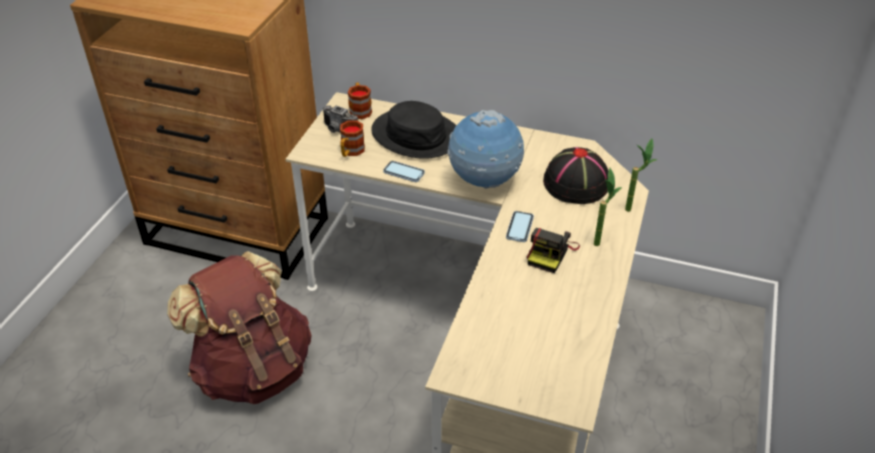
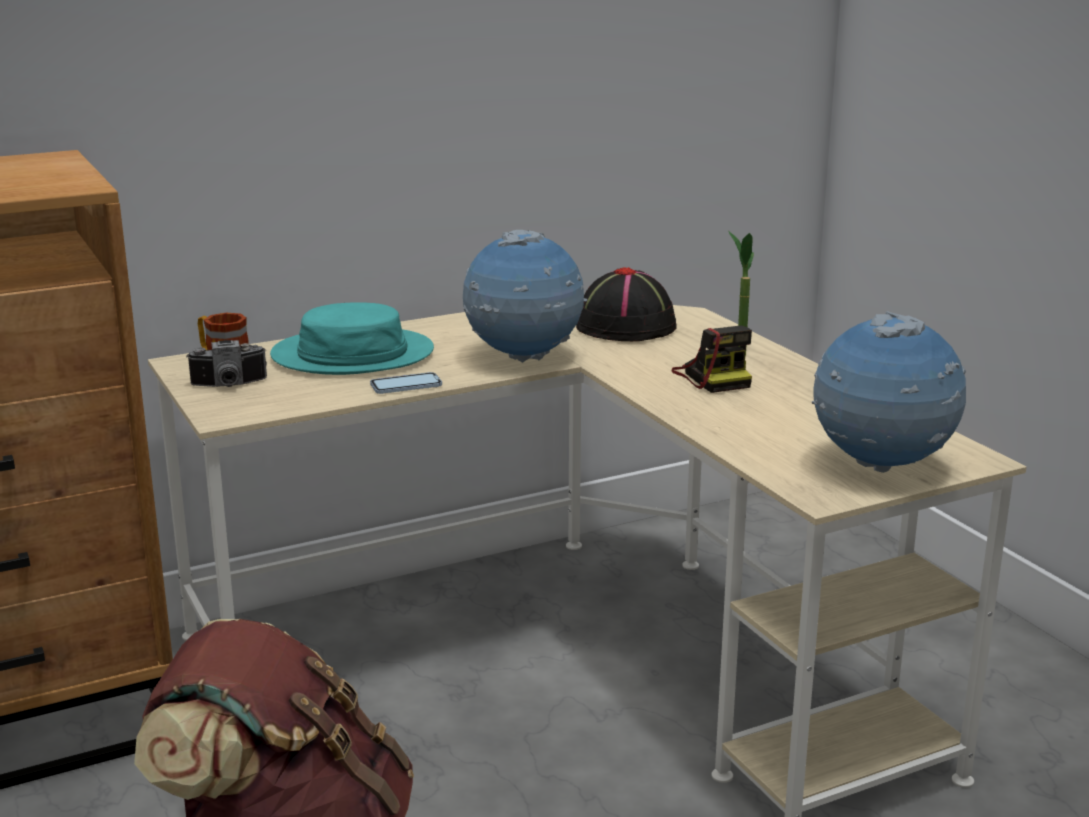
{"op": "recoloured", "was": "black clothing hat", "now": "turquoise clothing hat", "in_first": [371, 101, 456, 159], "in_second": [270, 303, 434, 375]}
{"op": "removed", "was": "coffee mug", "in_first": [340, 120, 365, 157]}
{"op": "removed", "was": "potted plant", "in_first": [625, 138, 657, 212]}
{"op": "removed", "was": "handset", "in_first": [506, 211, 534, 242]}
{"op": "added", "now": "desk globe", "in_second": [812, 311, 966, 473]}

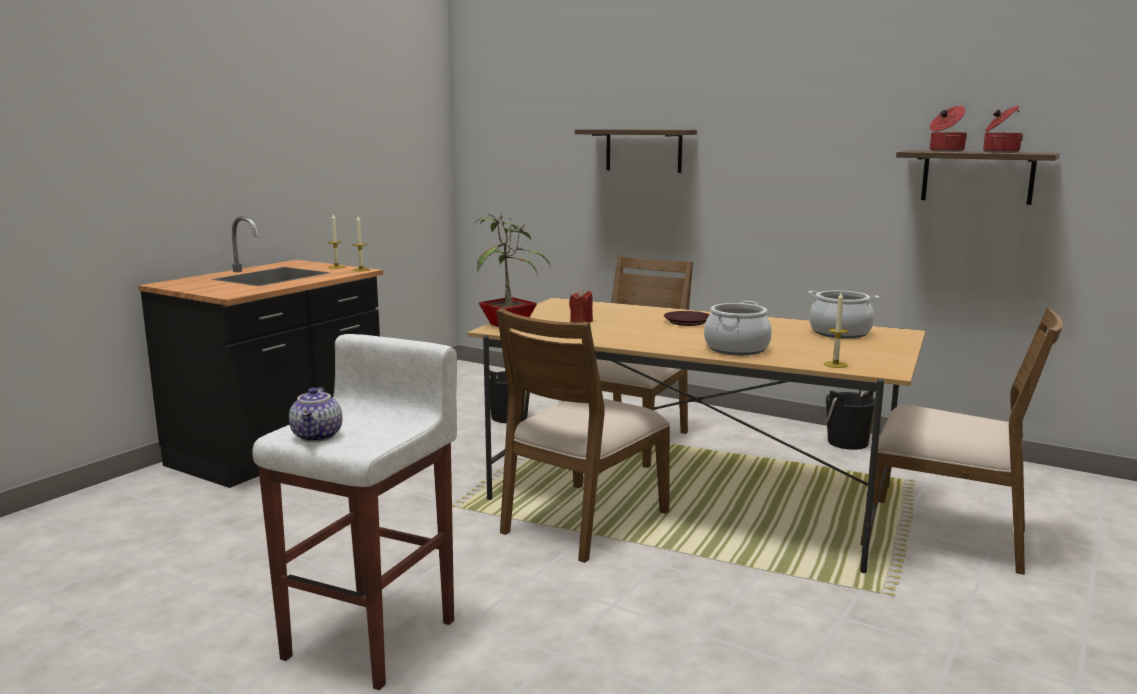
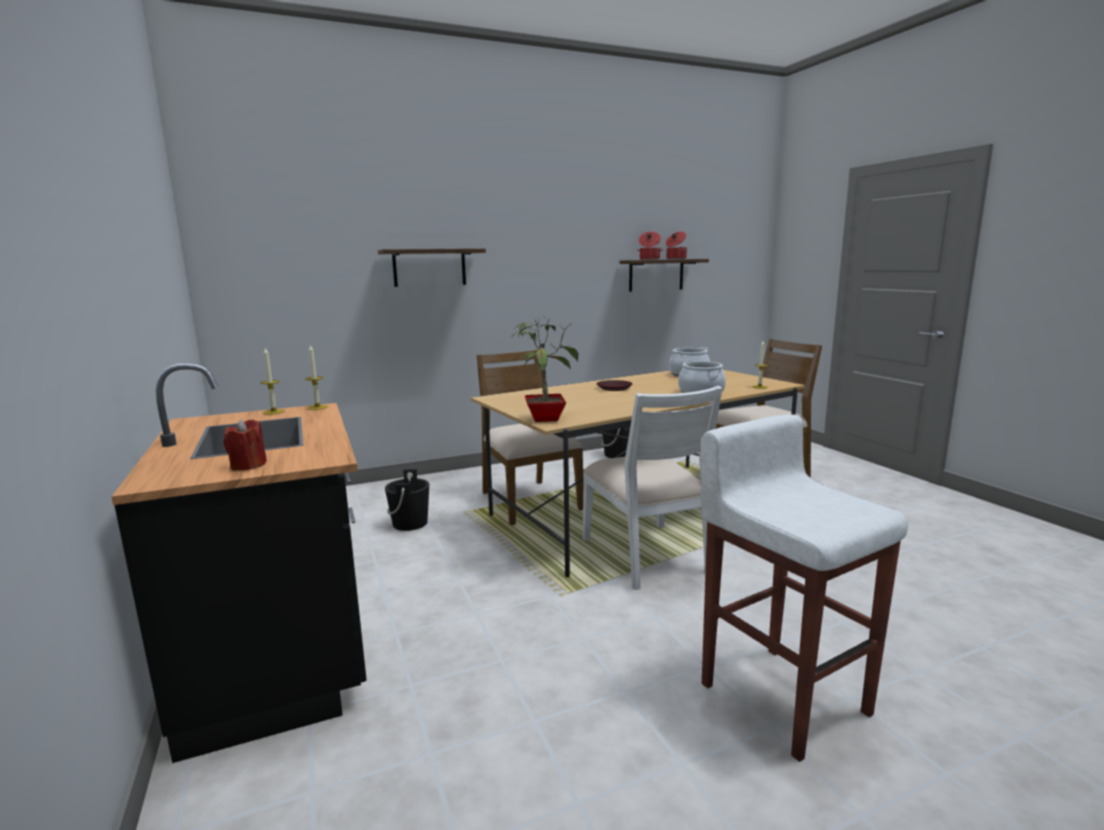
{"op": "moved", "was": "red-coloured wax light", "in_first": [569, 289, 593, 322], "in_second": [224, 419, 267, 471]}
{"op": "recoloured", "was": "brownish plain chair", "now": "whitish plain chair", "in_first": [496, 308, 670, 563], "in_second": [583, 386, 722, 590]}
{"op": "removed", "was": "tea pot", "in_first": [289, 387, 342, 442]}

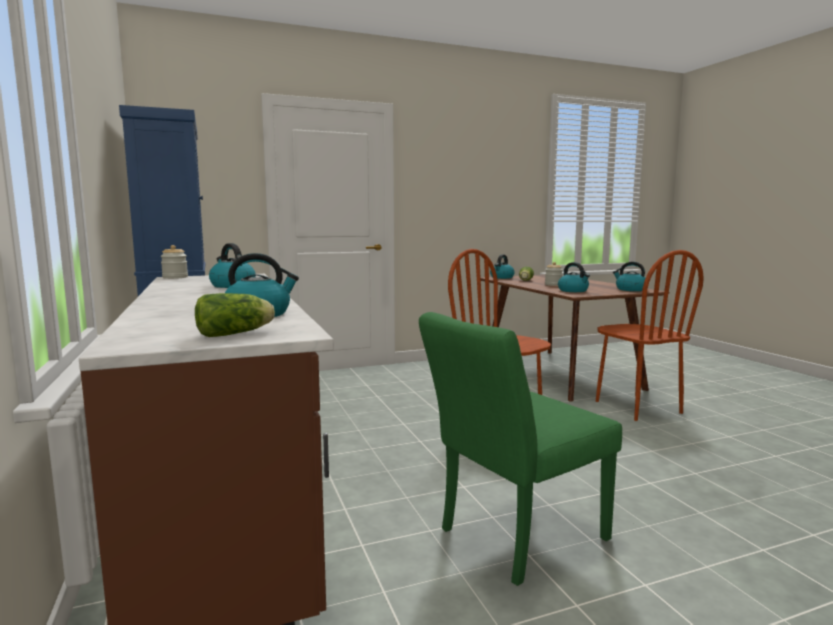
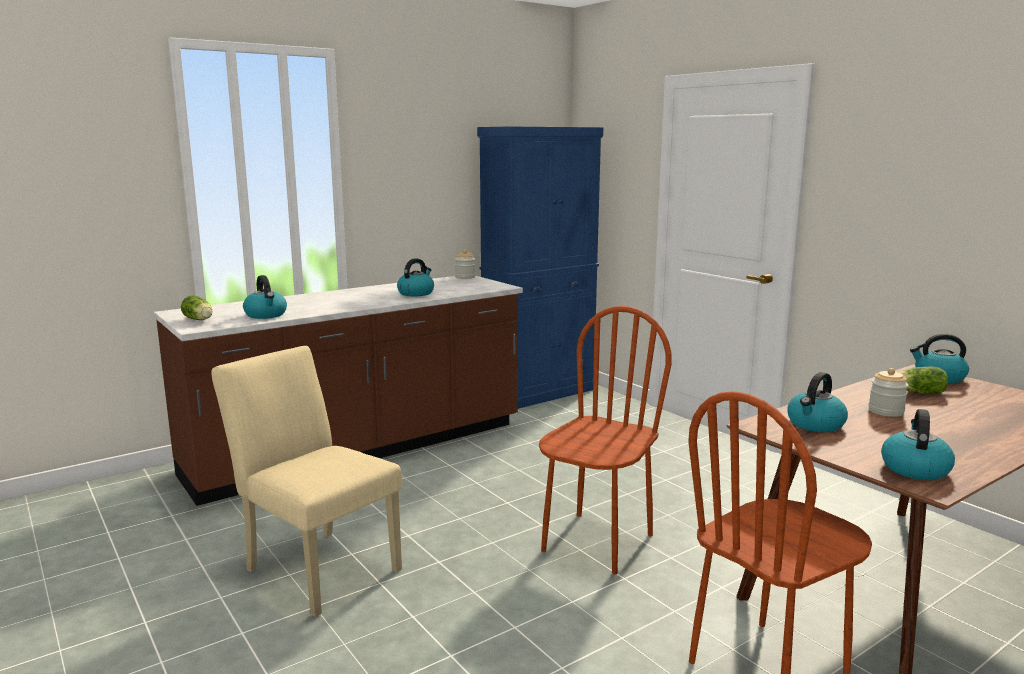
{"op": "recoloured", "was": "greenish plain chair", "now": "beige-coloured plain chair", "in_first": [419, 312, 622, 586], "in_second": [211, 346, 402, 617]}

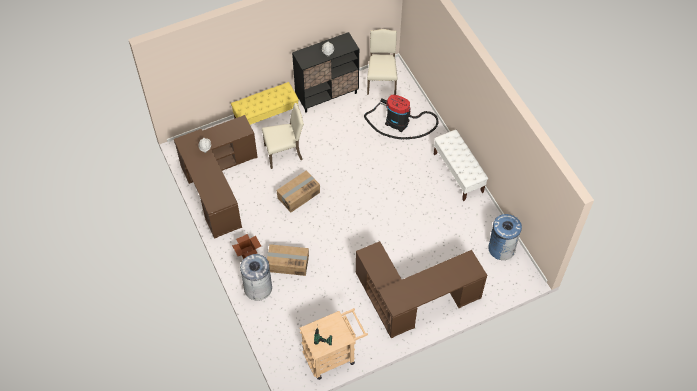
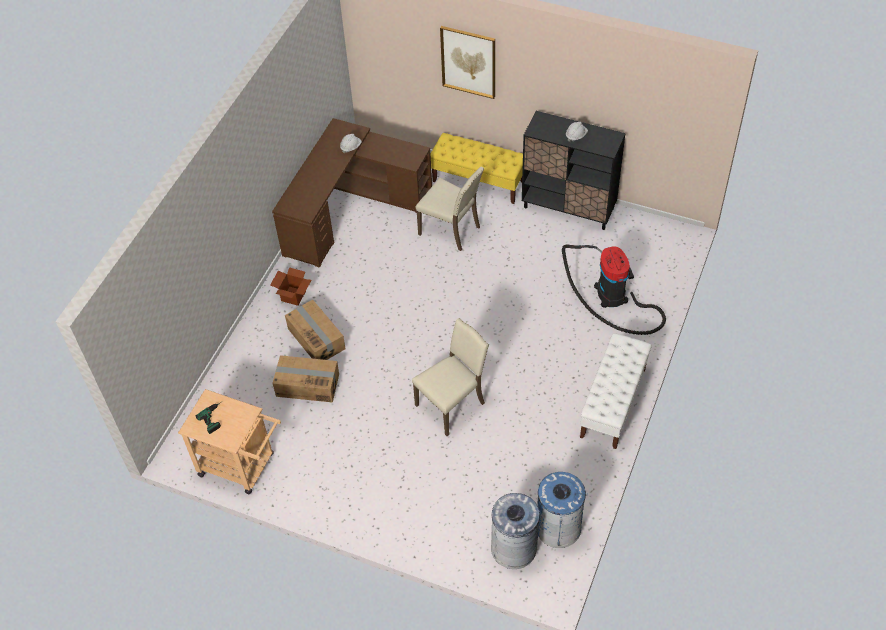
{"op": "moved", "was": "beige-coloured plain chair", "in_first": [367, 29, 397, 95], "in_second": [412, 318, 489, 436]}
{"op": "moved", "was": "packing box", "in_first": [276, 170, 320, 213], "in_second": [272, 355, 339, 403]}
{"op": "removed", "was": "brownish desk table", "in_first": [356, 241, 487, 338]}
{"op": "moved", "was": "grey trash can", "in_first": [240, 254, 272, 301], "in_second": [491, 493, 540, 569]}
{"op": "added", "now": "wall art", "in_second": [440, 26, 495, 99]}

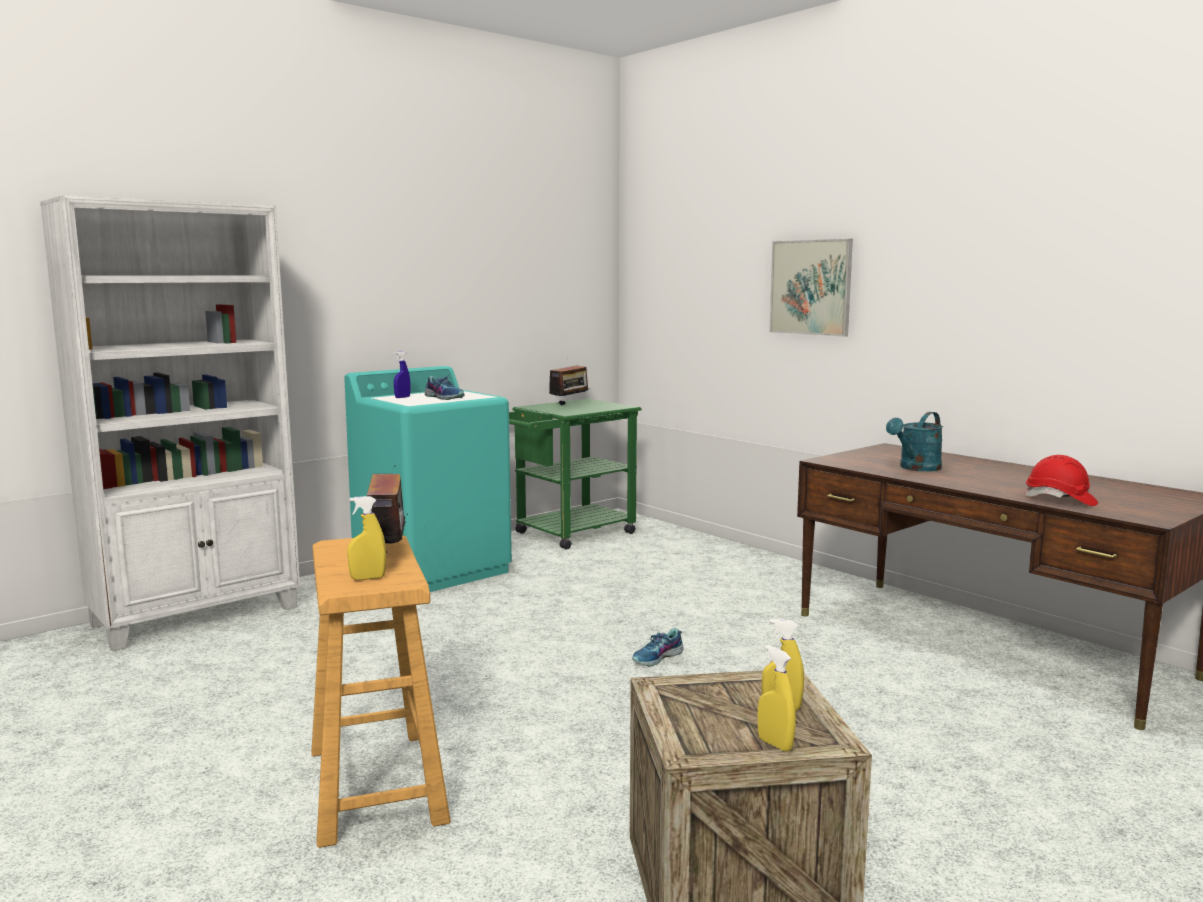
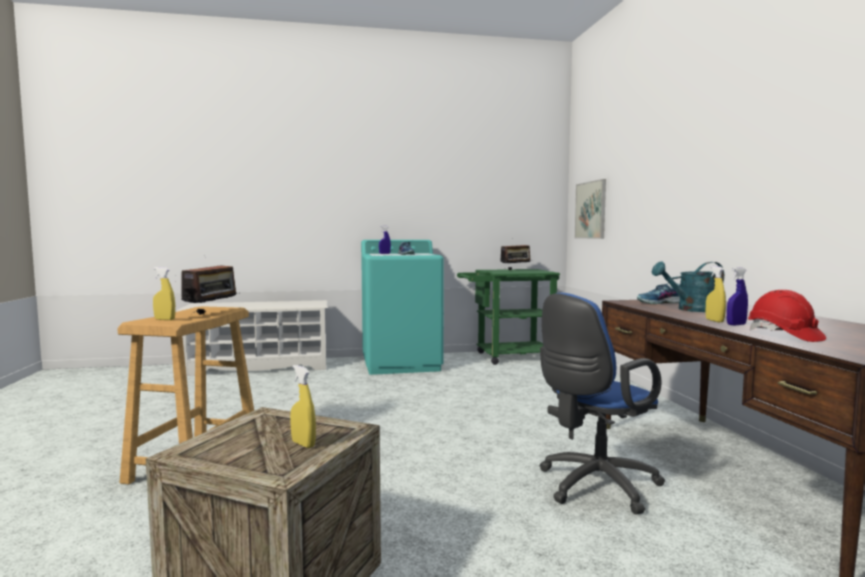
{"op": "replaced", "was": "whitish bookshelf", "now": "whitish shoe stand", "in_first": [40, 195, 300, 651], "in_second": [176, 300, 329, 376]}
{"op": "moved", "was": "wall art", "in_first": [769, 239, 853, 337], "in_second": [575, 179, 606, 239]}
{"op": "moved", "was": "shoe", "in_first": [632, 628, 683, 667], "in_second": [637, 283, 680, 304]}
{"op": "moved", "was": "yellowish hand sprayer", "in_first": [758, 645, 796, 752], "in_second": [706, 266, 726, 322]}
{"op": "added", "now": "blue-coloured hand sprayer", "in_second": [727, 268, 748, 325]}
{"op": "added", "now": "blue-coloured desk chair", "in_second": [539, 293, 665, 515]}

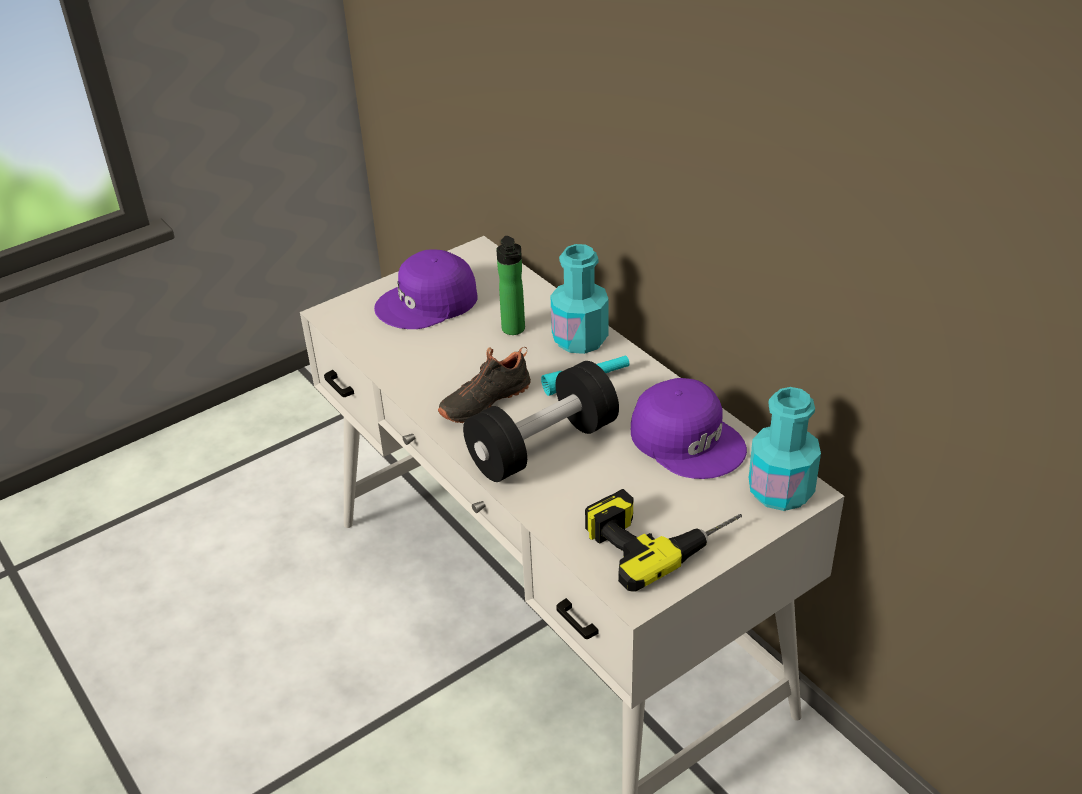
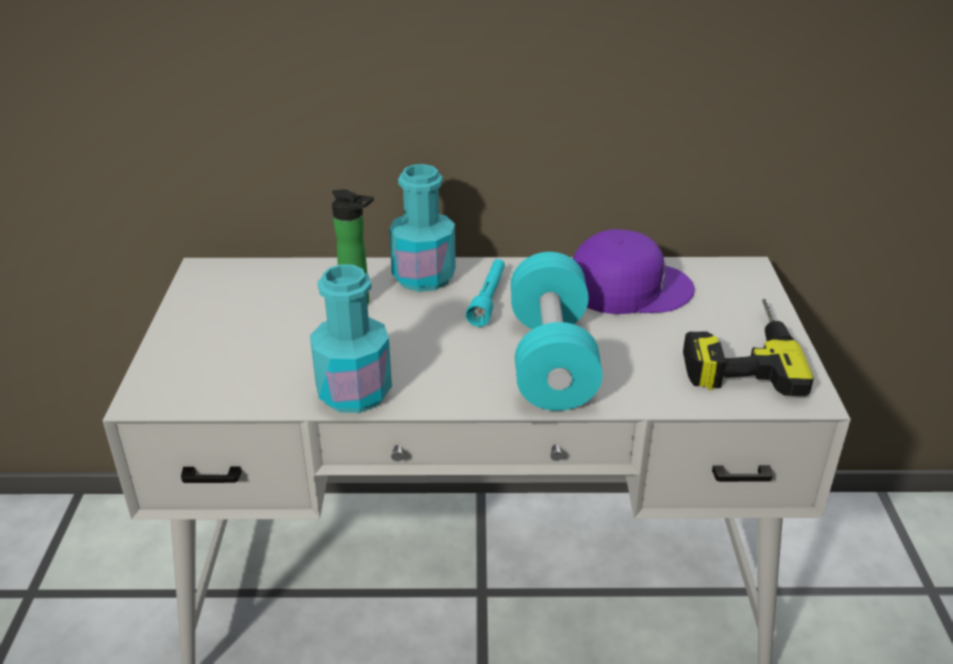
{"op": "removed", "was": "purple-coloured baseball cap", "in_first": [374, 249, 478, 329]}
{"op": "removed", "was": "black shoe", "in_first": [438, 347, 531, 423]}
{"op": "recoloured", "was": "black hand weight", "now": "turquoise hand weight", "in_first": [463, 361, 619, 482], "in_second": [511, 252, 602, 411]}
{"op": "moved", "was": "turquoise beverage bottle", "in_first": [749, 387, 821, 511], "in_second": [310, 264, 392, 413]}

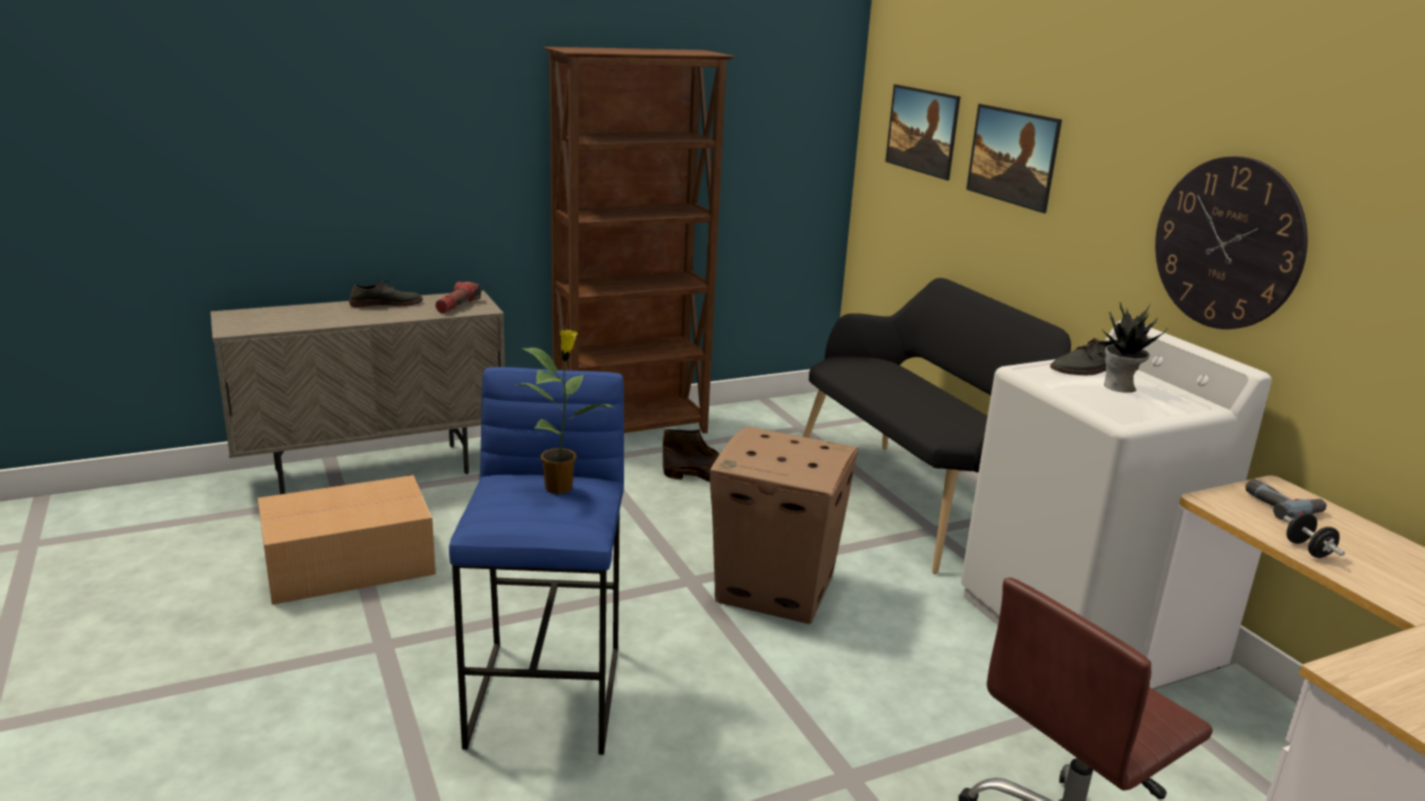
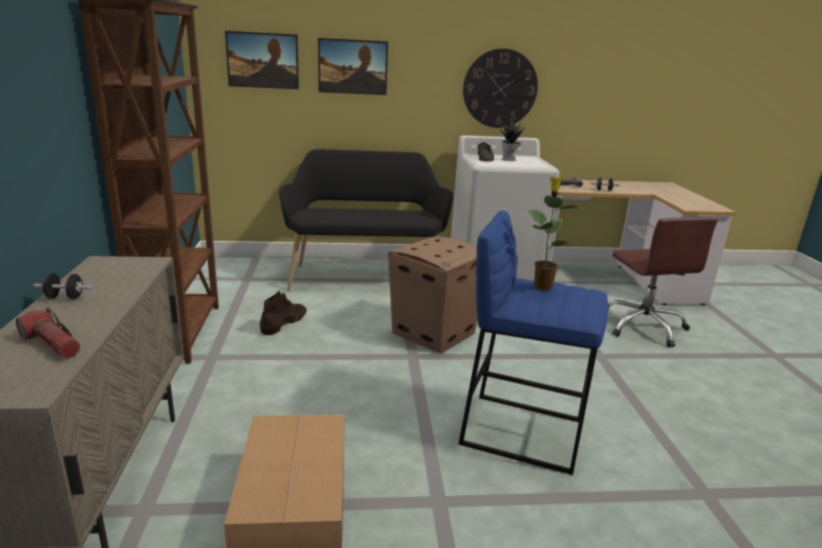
{"op": "replaced", "was": "grey shoe", "now": "black hand weight", "in_first": [349, 281, 423, 308], "in_second": [33, 273, 92, 300]}
{"op": "moved", "was": "flashlight", "in_first": [435, 282, 481, 313], "in_second": [16, 307, 80, 358]}

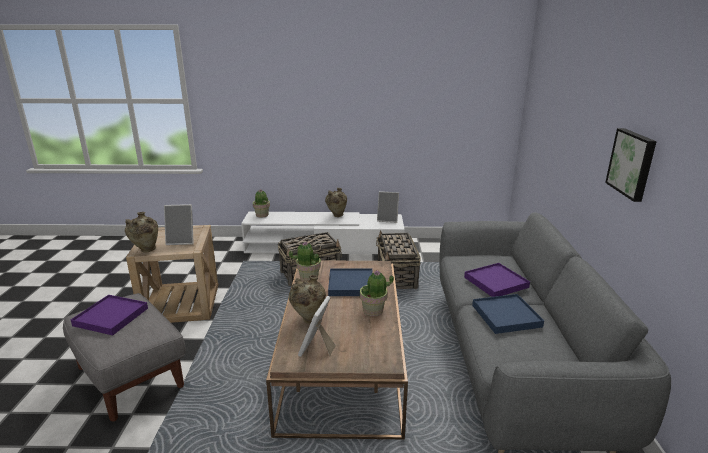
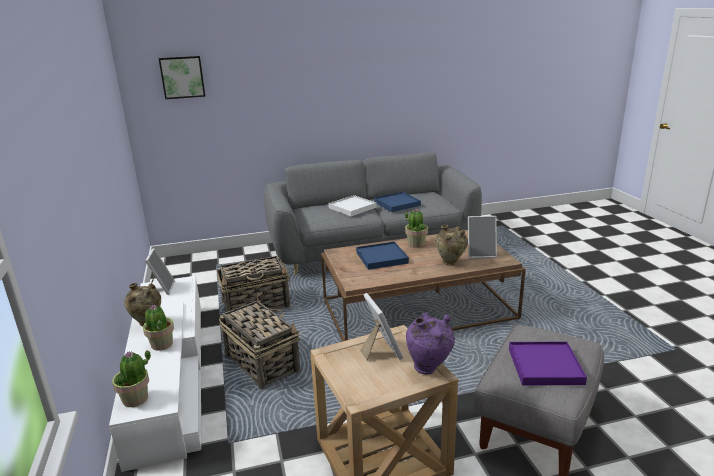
{"op": "moved", "was": "wall art", "in_first": [605, 128, 657, 202], "in_second": [158, 56, 205, 99]}
{"op": "recoloured", "was": "beige-coloured flower vase", "now": "purple-coloured flower vase", "in_first": [125, 212, 158, 253], "in_second": [406, 312, 455, 375]}
{"op": "moved", "was": "potted plant", "in_first": [289, 242, 321, 281], "in_second": [143, 304, 174, 351]}
{"op": "recoloured", "was": "purple-coloured serving tray", "now": "whitish serving tray", "in_first": [464, 263, 530, 297], "in_second": [328, 195, 377, 216]}

